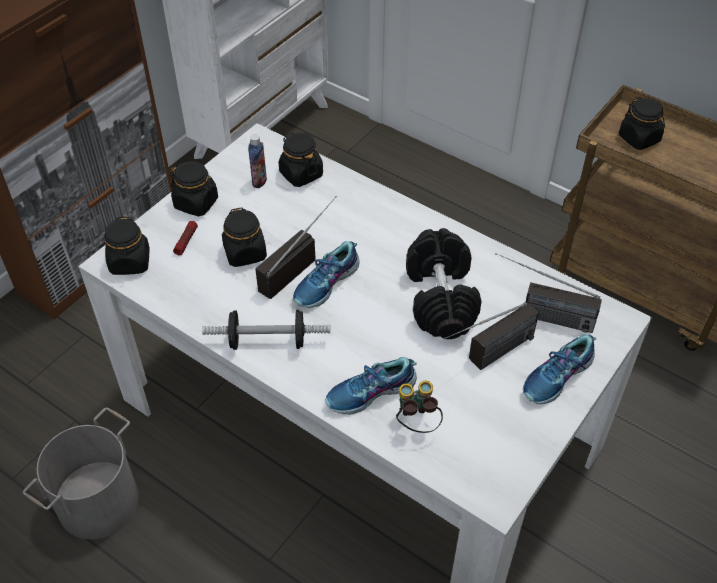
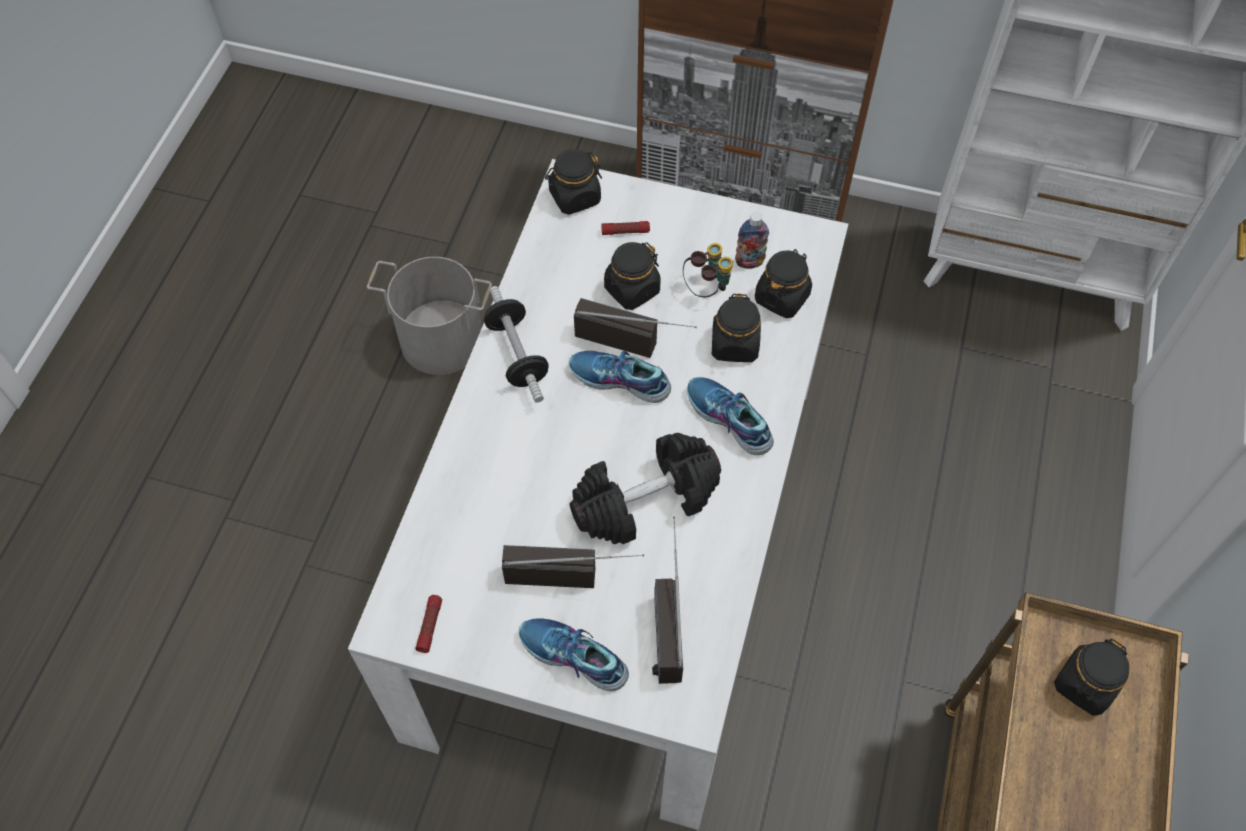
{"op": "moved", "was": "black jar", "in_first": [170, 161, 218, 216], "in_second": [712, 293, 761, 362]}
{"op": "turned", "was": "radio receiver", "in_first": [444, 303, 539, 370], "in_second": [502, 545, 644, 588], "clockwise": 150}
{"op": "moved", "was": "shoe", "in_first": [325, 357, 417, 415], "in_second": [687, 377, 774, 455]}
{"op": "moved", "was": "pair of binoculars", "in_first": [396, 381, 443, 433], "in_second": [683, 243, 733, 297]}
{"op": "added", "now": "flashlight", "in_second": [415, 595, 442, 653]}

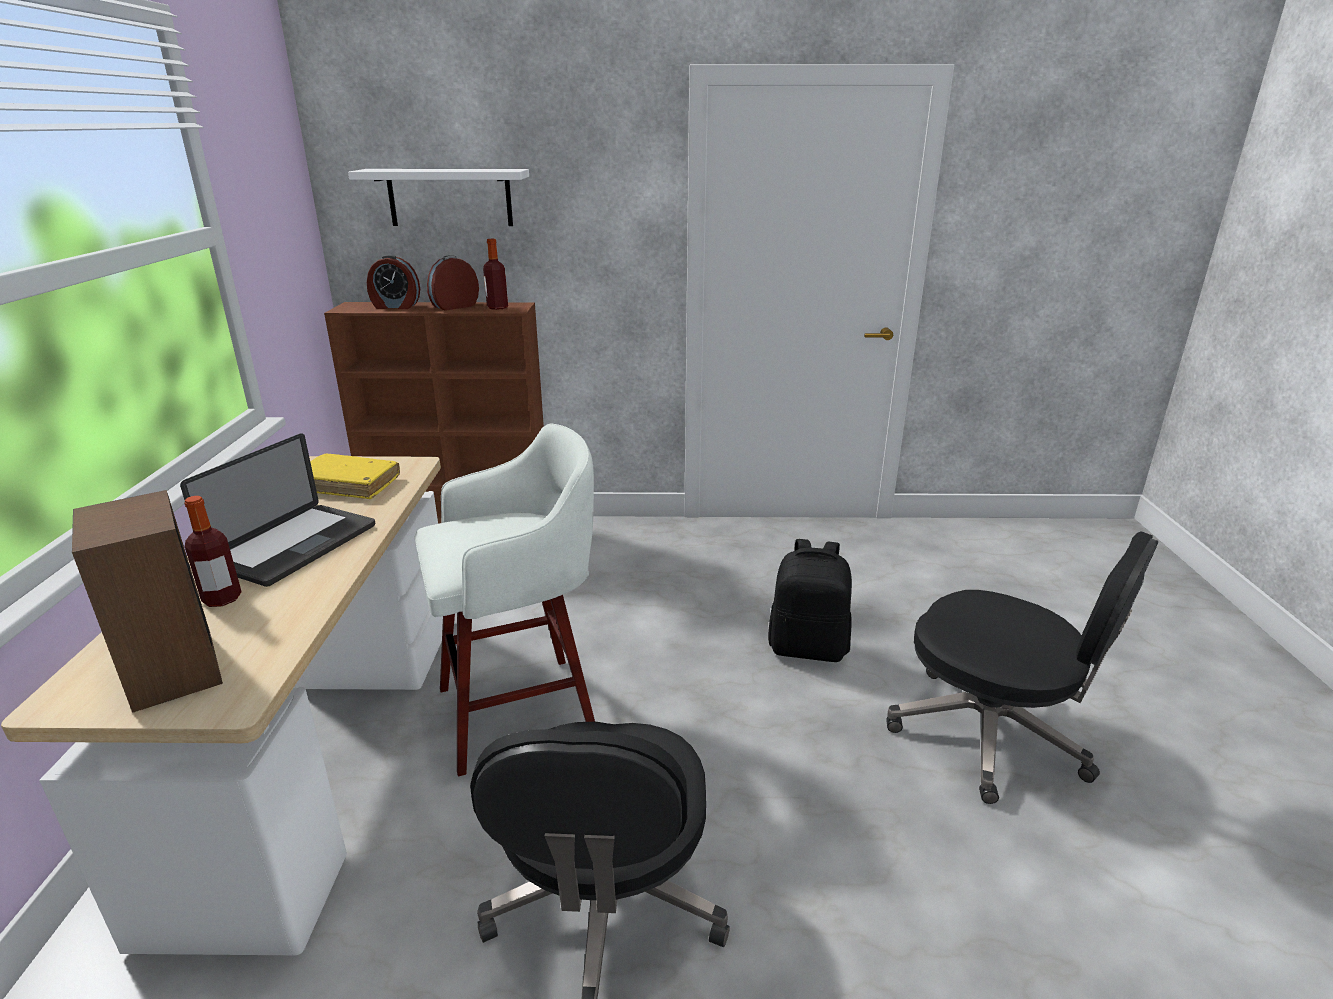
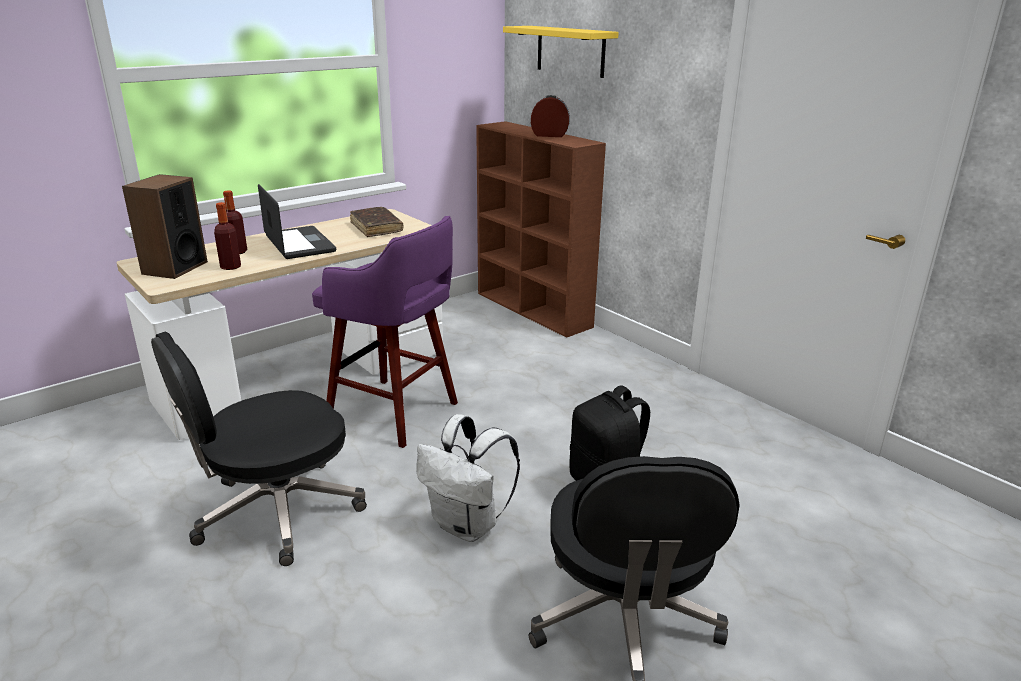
{"op": "recoloured", "was": "whitish shelf", "now": "yellowish shelf", "in_first": [348, 169, 529, 226], "in_second": [503, 26, 619, 78]}
{"op": "moved", "was": "beverage bottle", "in_first": [483, 239, 508, 310], "in_second": [214, 202, 241, 270]}
{"op": "removed", "was": "table clock", "in_first": [367, 255, 420, 309]}
{"op": "recoloured", "was": "whitish stool", "now": "purple-coloured stool", "in_first": [414, 424, 595, 776], "in_second": [312, 216, 458, 448]}
{"op": "turned", "was": "notebook computer", "in_first": [180, 433, 375, 587], "in_second": [258, 184, 336, 259], "clockwise": -105}
{"op": "recoloured", "was": "yellowish volume", "now": "brownish volume", "in_first": [310, 454, 400, 499], "in_second": [350, 207, 403, 237]}
{"op": "added", "now": "whitish knapsack", "in_second": [416, 414, 520, 542]}

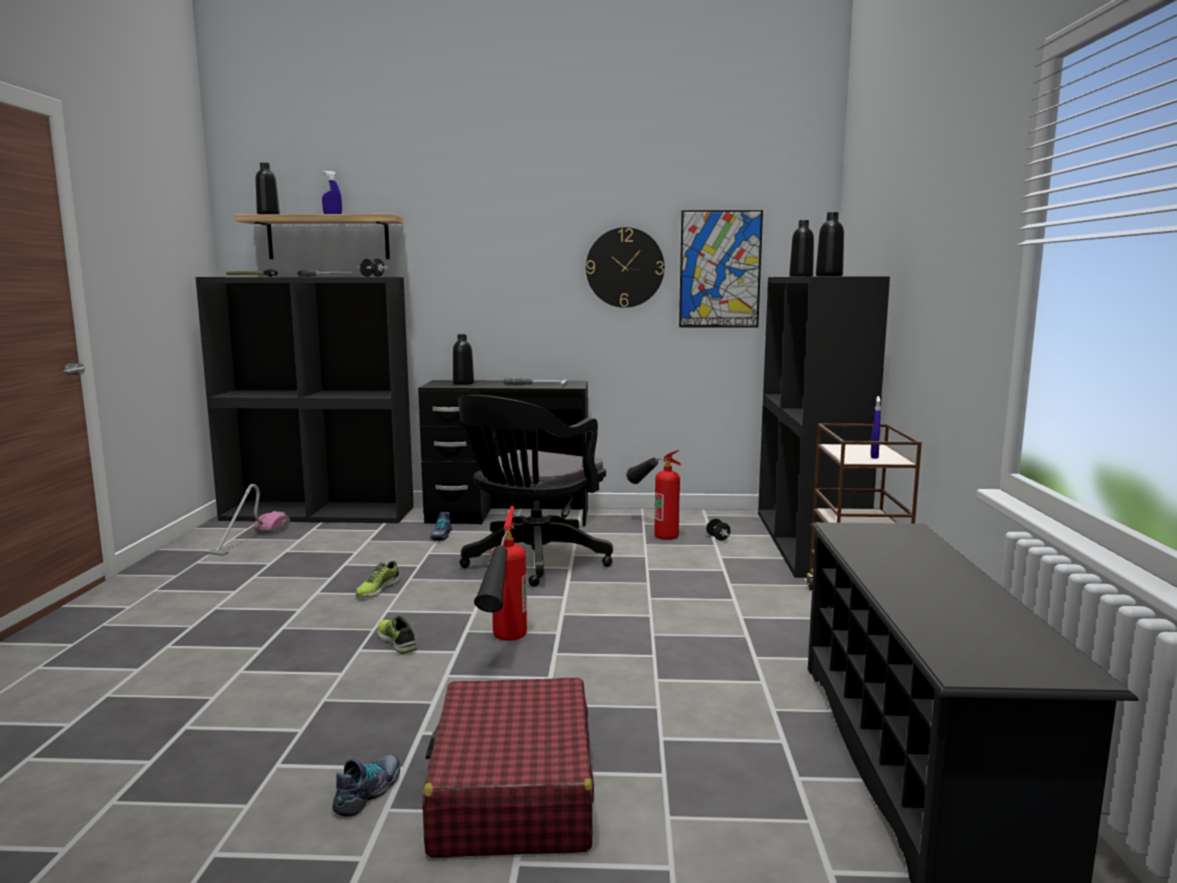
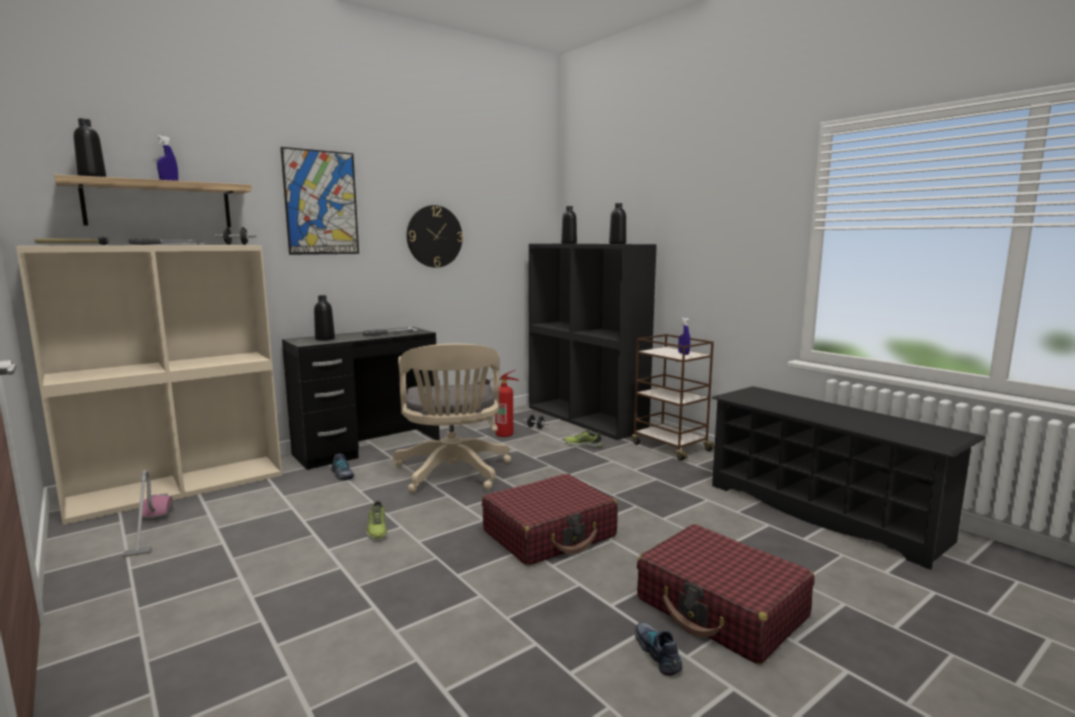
{"op": "moved", "was": "wall art", "in_first": [679, 210, 763, 328], "in_second": [281, 147, 359, 255]}
{"op": "recoloured", "was": "black bookshelf", "now": "beige-coloured bookshelf", "in_first": [196, 277, 414, 523], "in_second": [16, 245, 282, 525]}
{"op": "recoloured", "was": "black desk chair", "now": "beige-coloured desk chair", "in_first": [458, 395, 613, 587], "in_second": [393, 344, 511, 493]}
{"op": "replaced", "was": "fire-fighting cylinder", "now": "red-coloured travel case", "in_first": [474, 506, 527, 641], "in_second": [482, 474, 618, 566]}
{"op": "moved", "was": "shoe", "in_first": [377, 616, 417, 654], "in_second": [564, 429, 603, 447]}

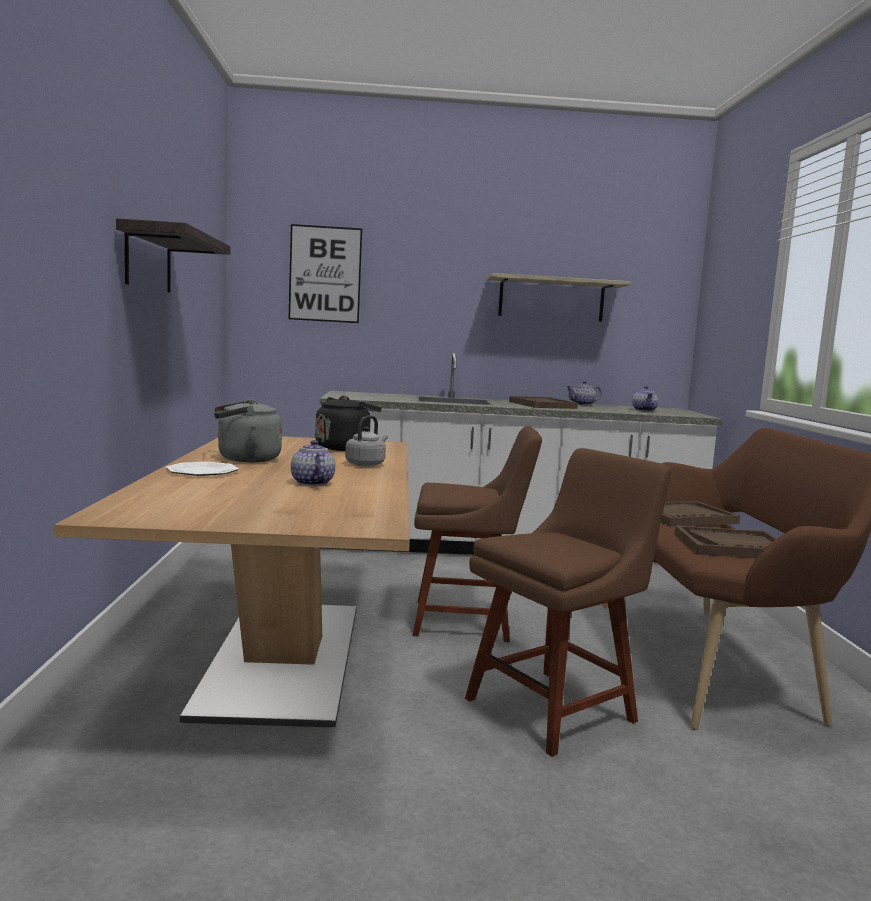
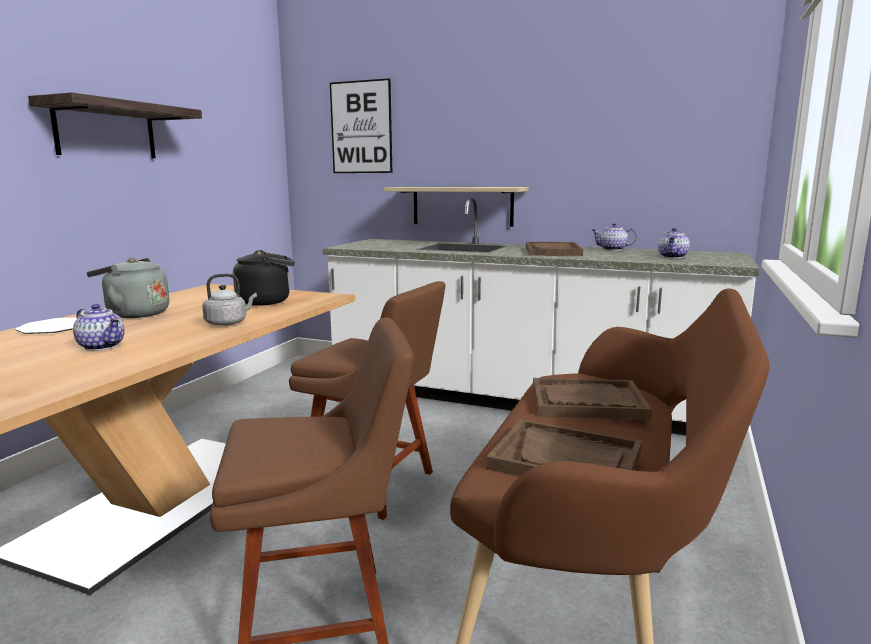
{"op": "moved", "was": "shelf", "in_first": [486, 273, 631, 321], "in_second": [384, 187, 529, 227]}
{"op": "turned", "was": "tea pot", "in_first": [291, 440, 335, 486], "in_second": [73, 304, 125, 351], "clockwise": 120}

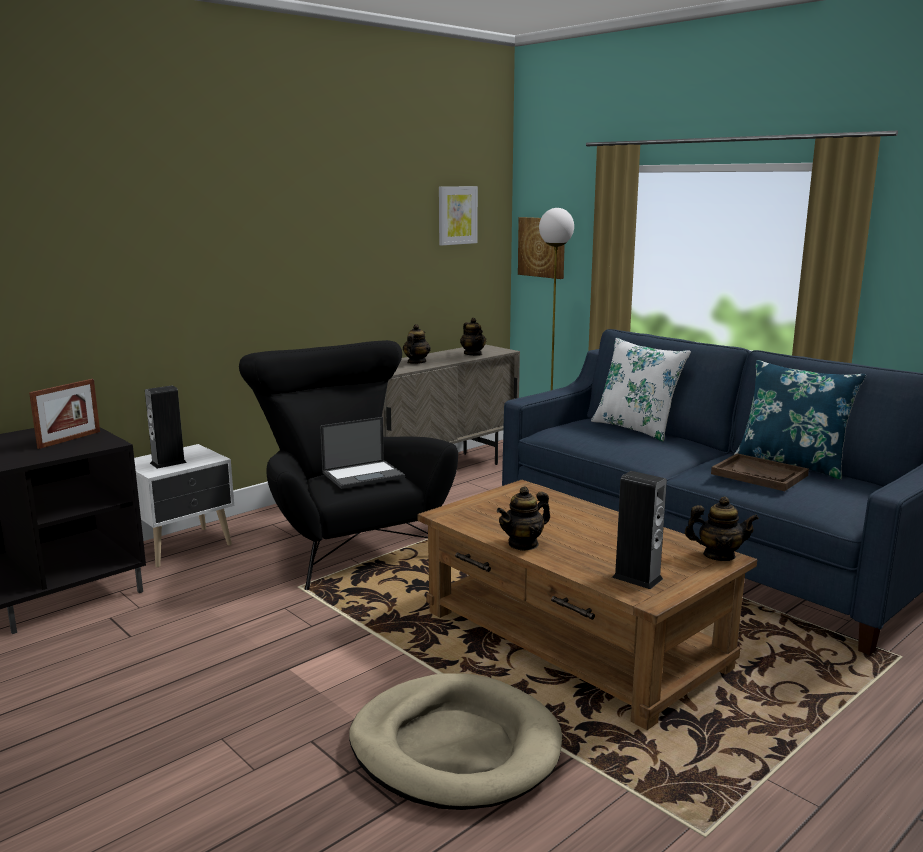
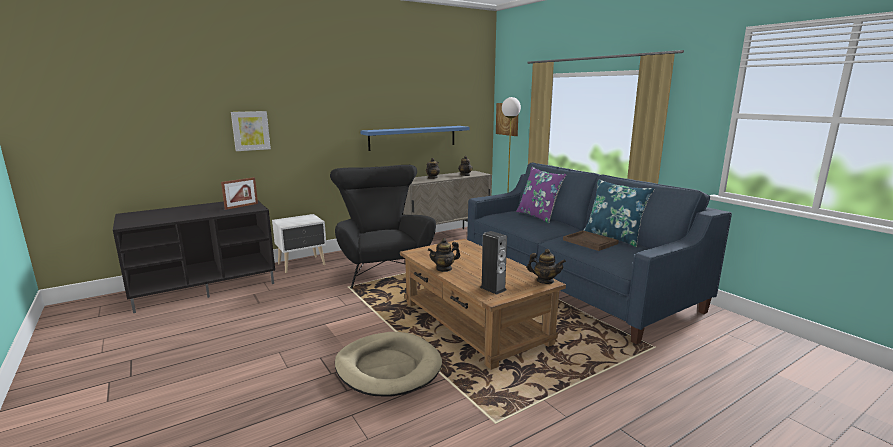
{"op": "moved", "was": "wall art", "in_first": [439, 186, 478, 245], "in_second": [231, 111, 271, 151]}
{"op": "recoloured", "was": "whitish pillow", "now": "purple-coloured pillow", "in_first": [591, 338, 691, 442], "in_second": [516, 167, 566, 223]}
{"op": "removed", "was": "loudspeaker", "in_first": [145, 386, 187, 469]}
{"op": "removed", "was": "notebook computer", "in_first": [320, 417, 405, 489]}
{"op": "added", "now": "blue-coloured shelf", "in_second": [360, 126, 470, 151]}

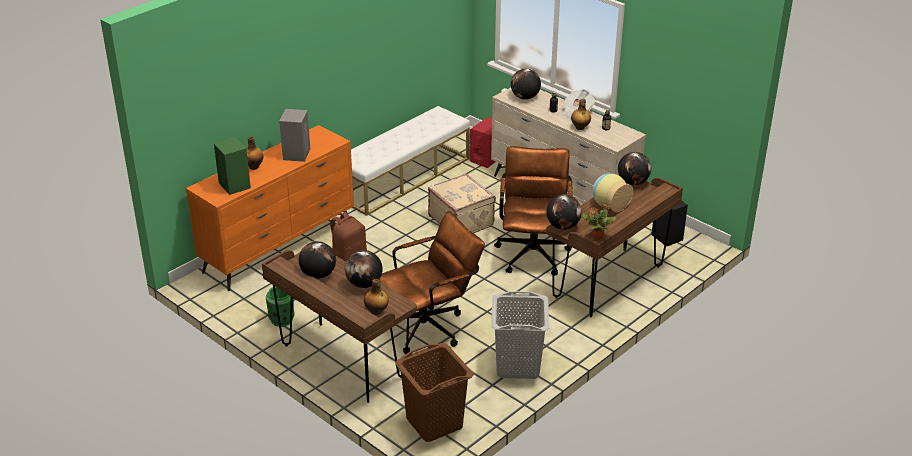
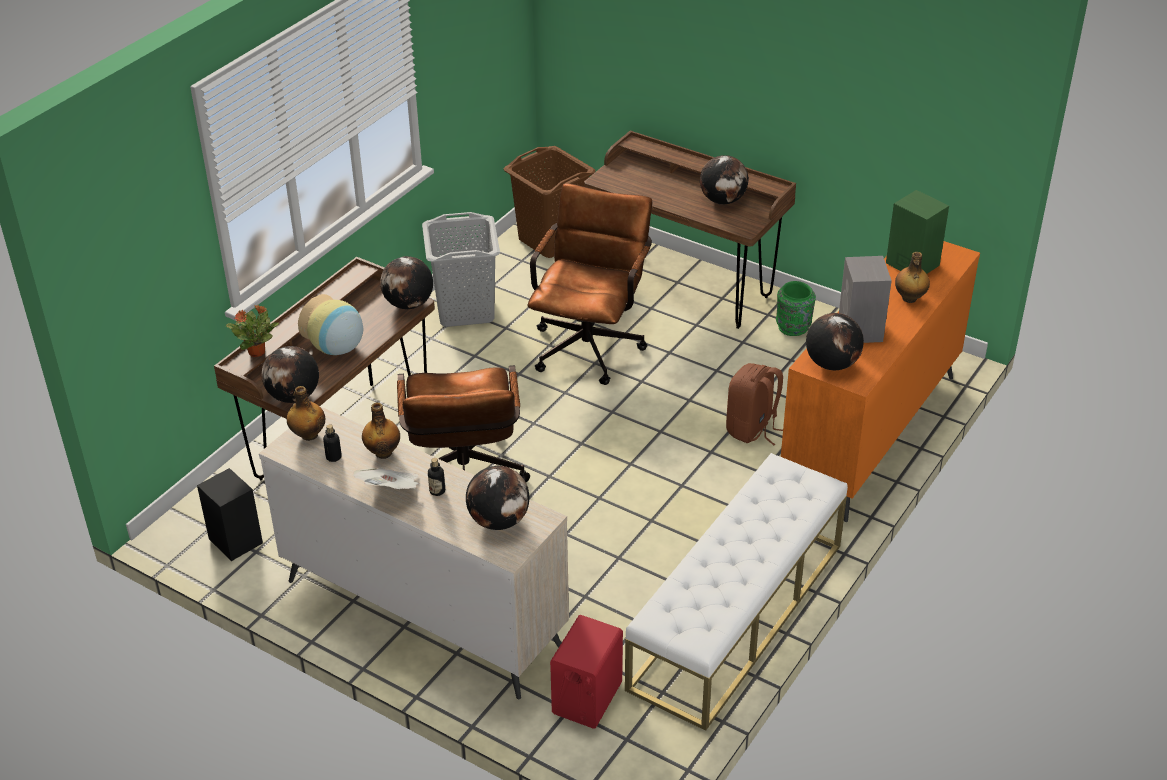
{"op": "removed", "was": "beige-coloured travel case", "in_first": [428, 174, 496, 233]}
{"op": "moved", "was": "potted plant", "in_first": [582, 204, 616, 240], "in_second": [226, 305, 279, 357]}
{"op": "turned", "was": "brownish desk chair", "in_first": [379, 211, 485, 354], "in_second": [527, 184, 652, 385], "clockwise": 150}
{"op": "moved", "was": "desk globe", "in_first": [345, 250, 383, 288], "in_second": [806, 313, 864, 370]}
{"op": "moved", "was": "beverage bottle", "in_first": [364, 279, 389, 315], "in_second": [287, 386, 325, 441]}

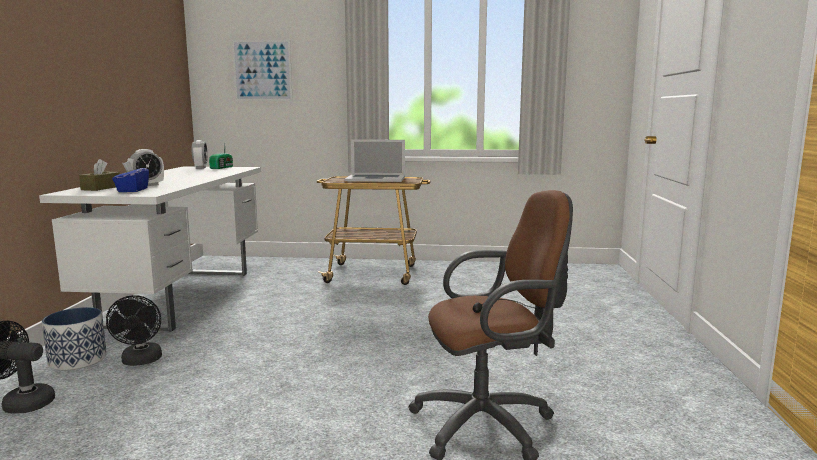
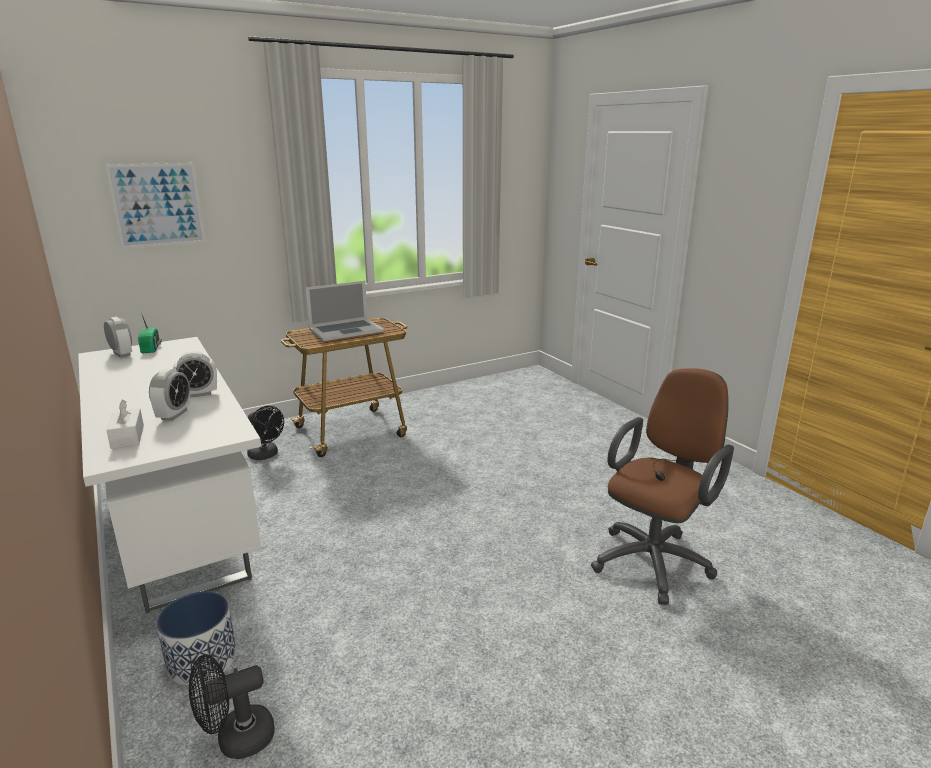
{"op": "recoloured", "was": "brownish tissue box", "now": "whitish tissue box", "in_first": [79, 159, 120, 191], "in_second": [106, 399, 144, 449]}
{"op": "removed", "was": "blue-coloured tissue box", "in_first": [112, 161, 149, 192]}
{"op": "moved", "was": "black fan", "in_first": [106, 295, 162, 366], "in_second": [247, 406, 284, 460]}
{"op": "added", "now": "table clock", "in_second": [173, 351, 217, 398]}

